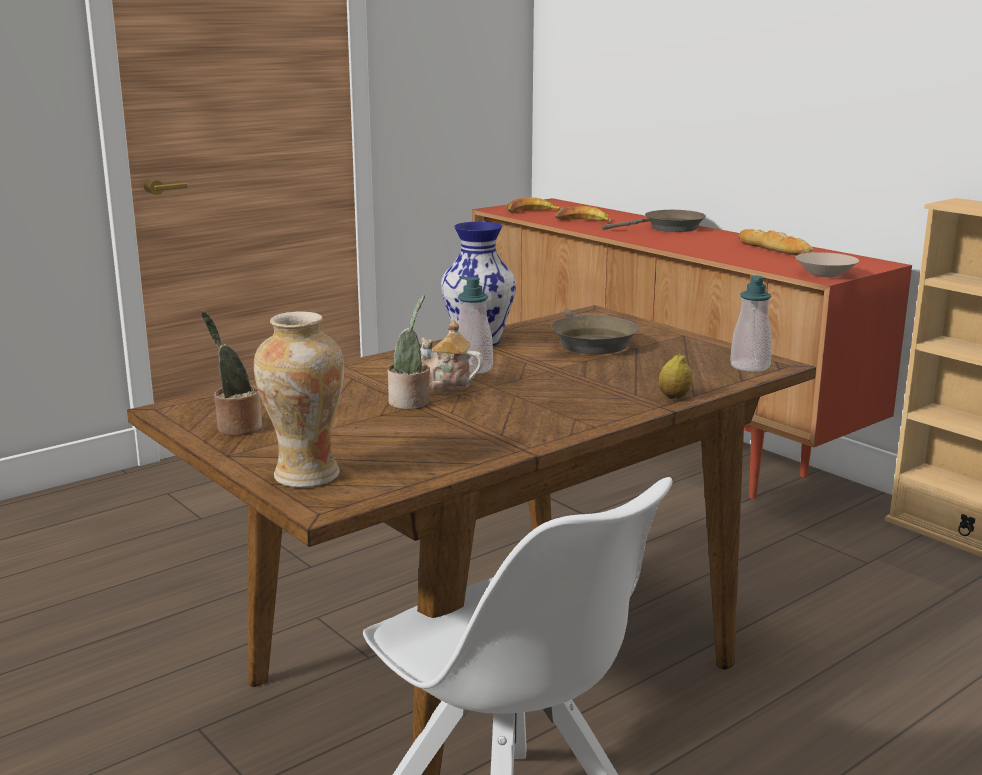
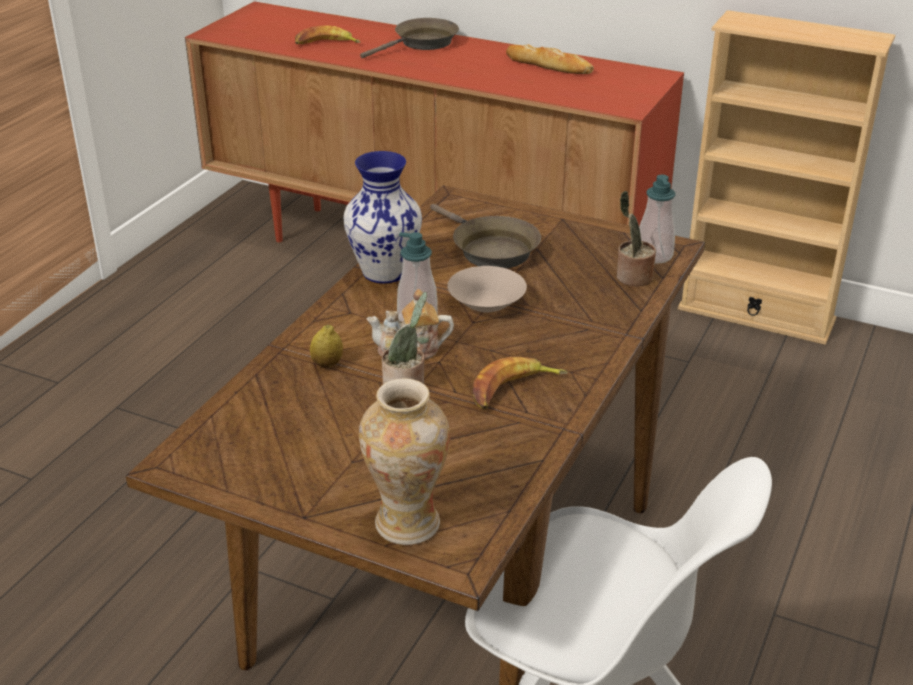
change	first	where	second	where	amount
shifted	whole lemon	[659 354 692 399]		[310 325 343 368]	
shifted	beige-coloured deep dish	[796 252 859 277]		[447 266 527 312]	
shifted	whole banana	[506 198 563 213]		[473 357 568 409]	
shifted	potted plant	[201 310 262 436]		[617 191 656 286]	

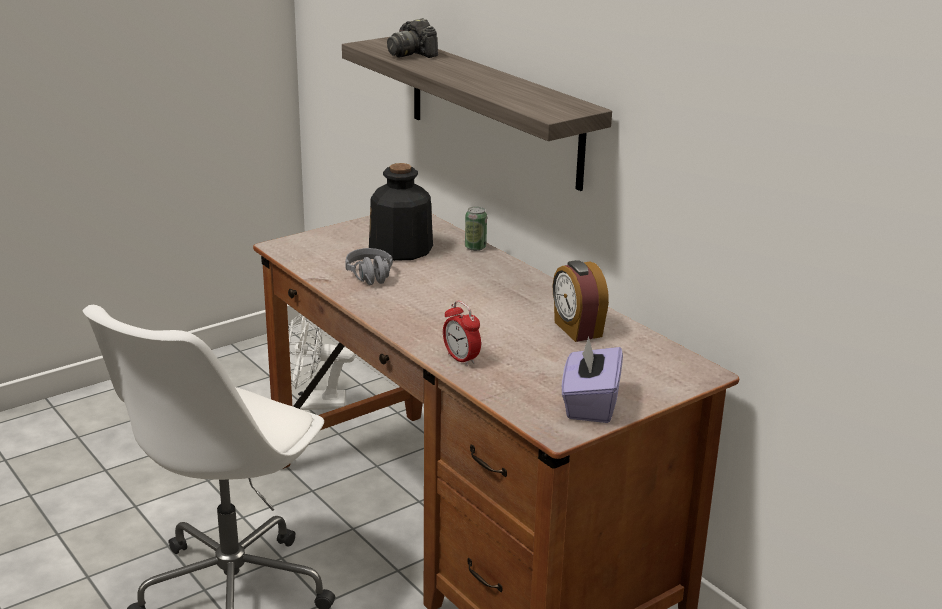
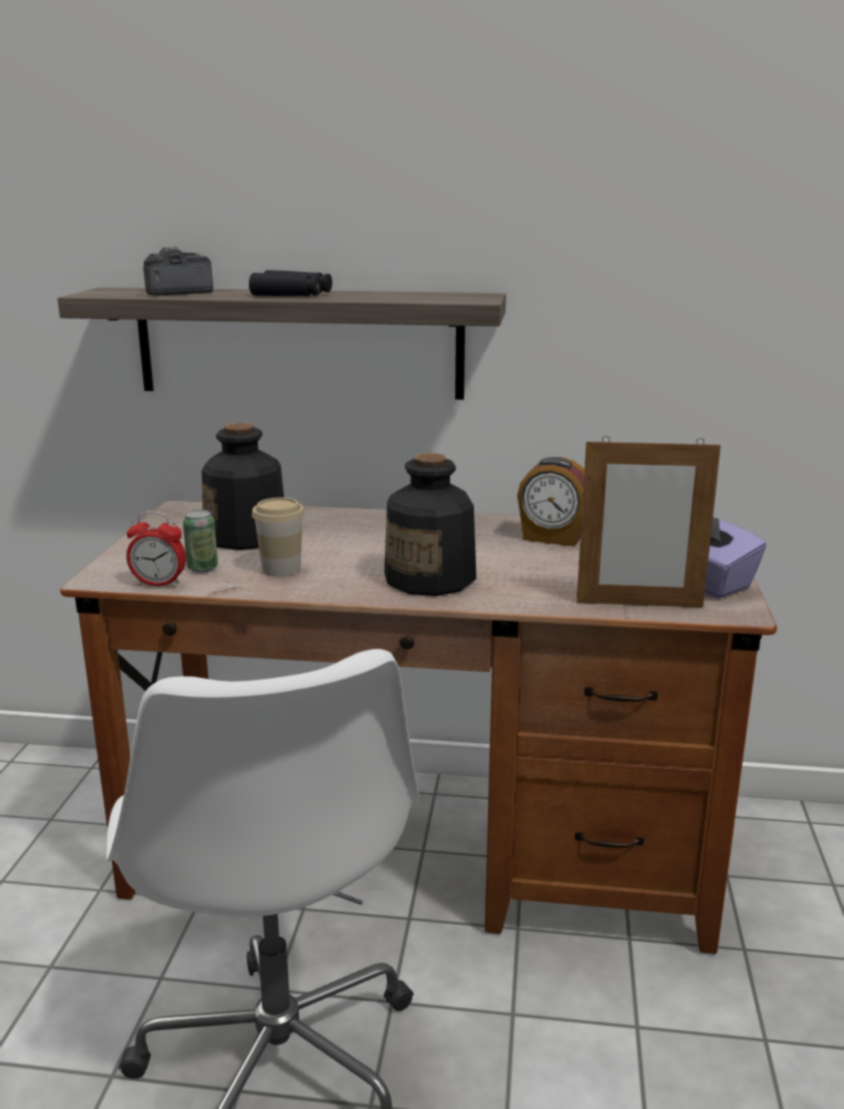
change	first	where	second	where	amount
shifted	table clock	[443 301 481 366]		[126 511 186 587]	
rotated	photo camera	[387 18 438 58]		[143 246 213 295]	135 degrees clockwise
shifted	metal can	[465 207 487 251]		[183 510 218 573]	
new			black-coloured pair of binoculars	[249 270 332 296]	
swapped	grey headset	[345 248 393 285]	cup	[252 498 305 577]	
new			drink bottle	[384 453 476 596]	
new			picture frame	[577 436 721 608]	
gone	whitish cooling fan	[288 314 355 410]			

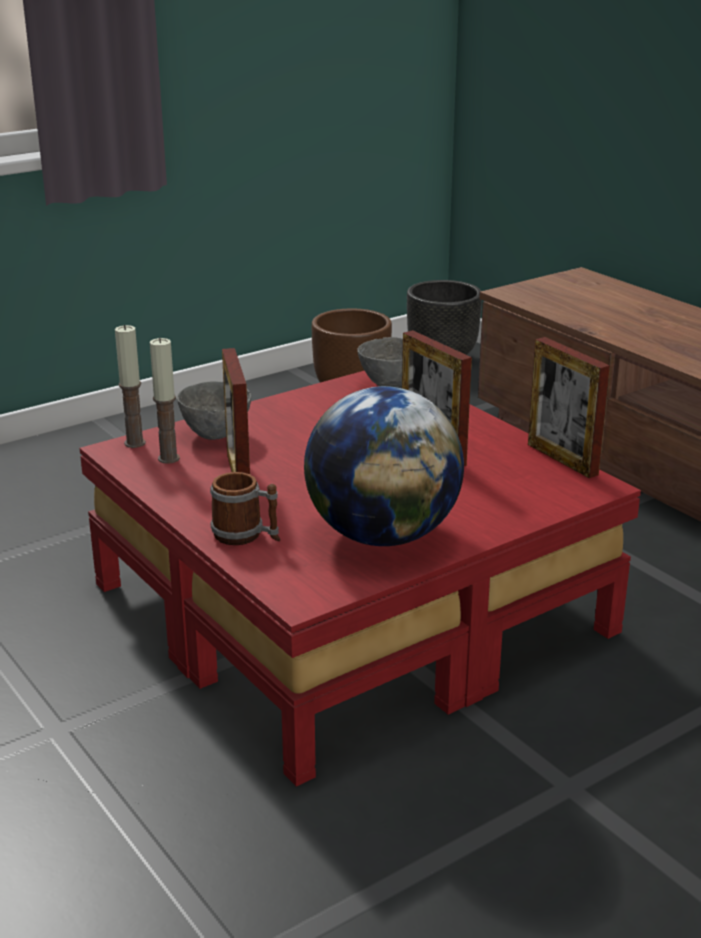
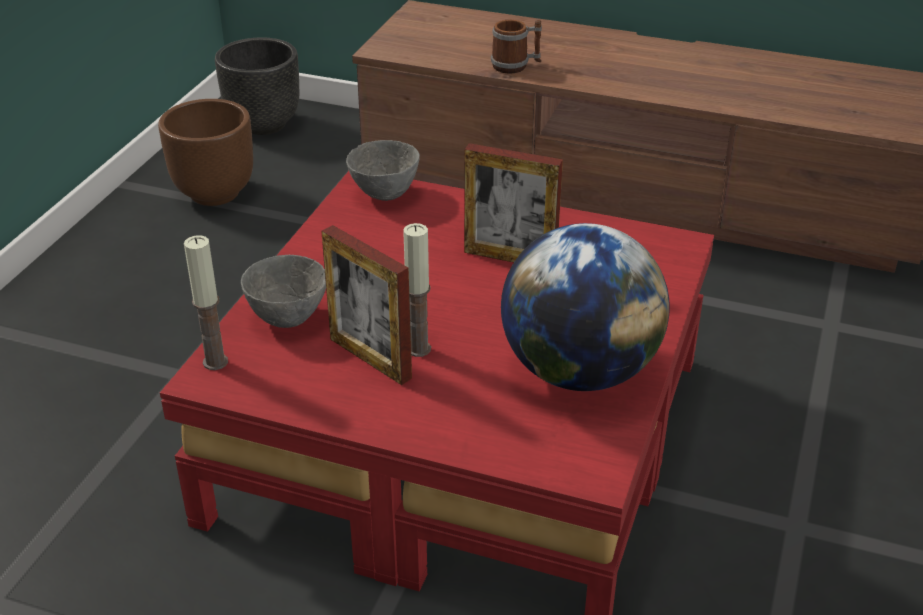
change	first	where	second	where	amount
shifted	candle	[150 337 180 464]		[403 223 431 357]	
shifted	mug	[210 472 280 545]		[491 20 542 74]	
gone	picture frame	[528 337 610 478]			

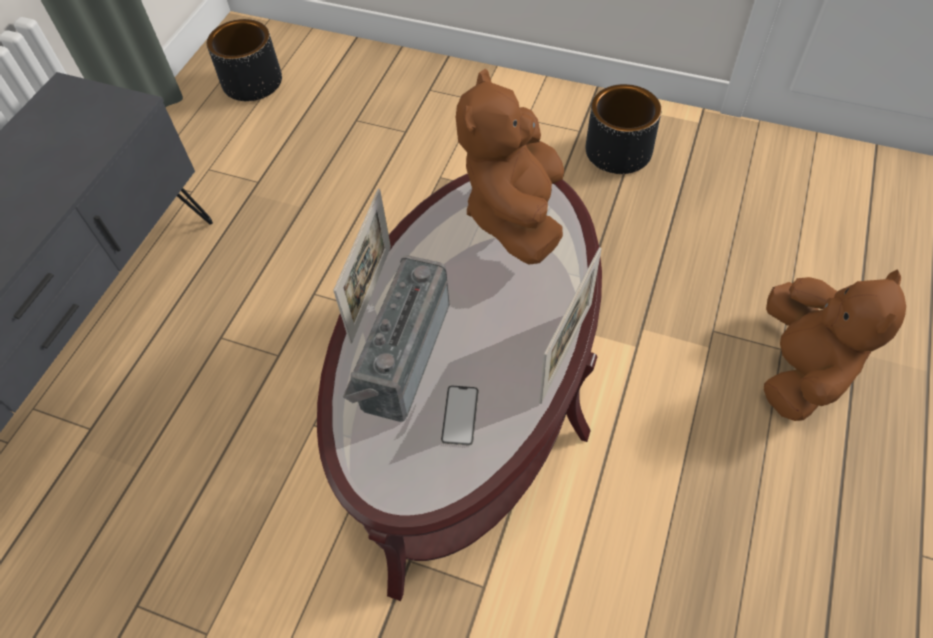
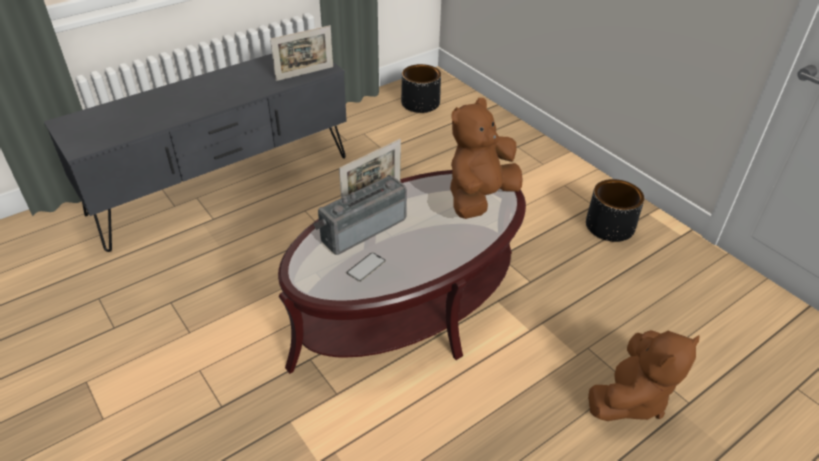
change	first	where	second	where	amount
shifted	picture frame	[539 247 602 404]		[270 25 333 81]	

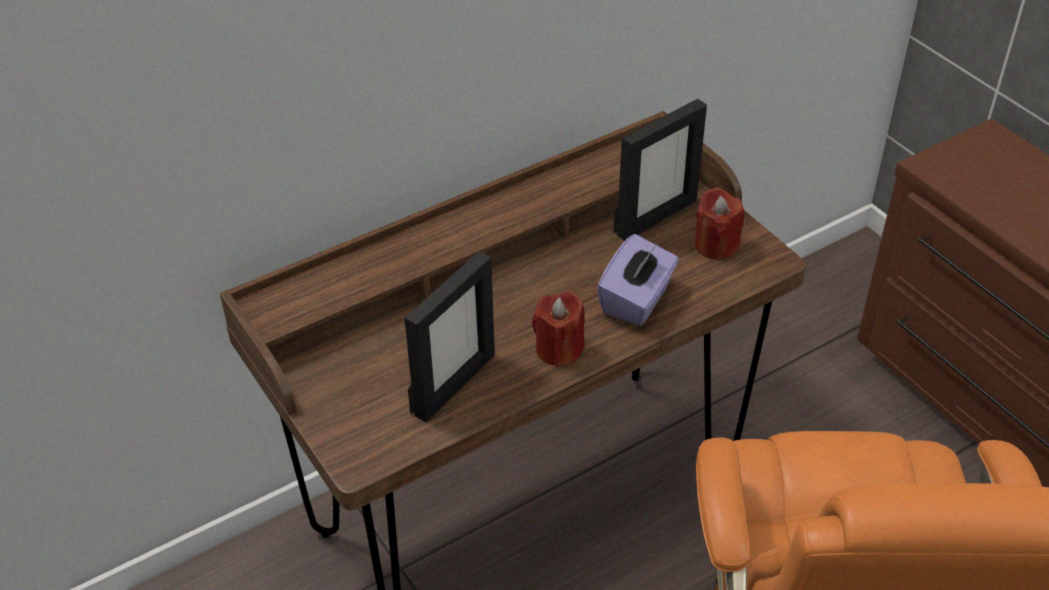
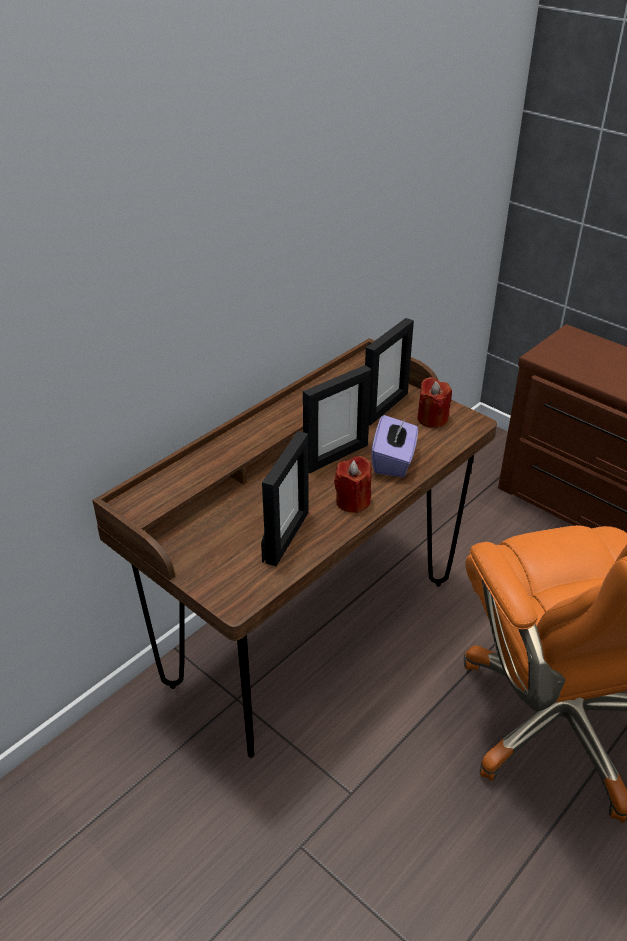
change	first	where	second	where	amount
new			picture frame	[303 365 372 474]	

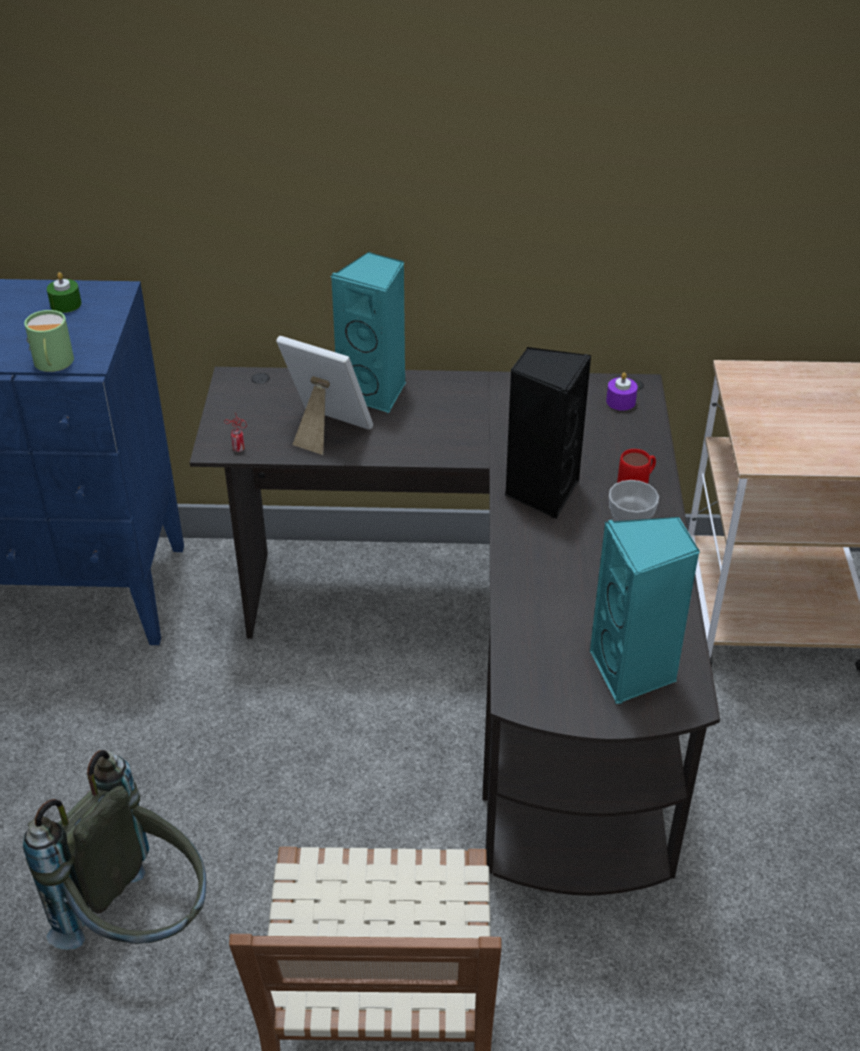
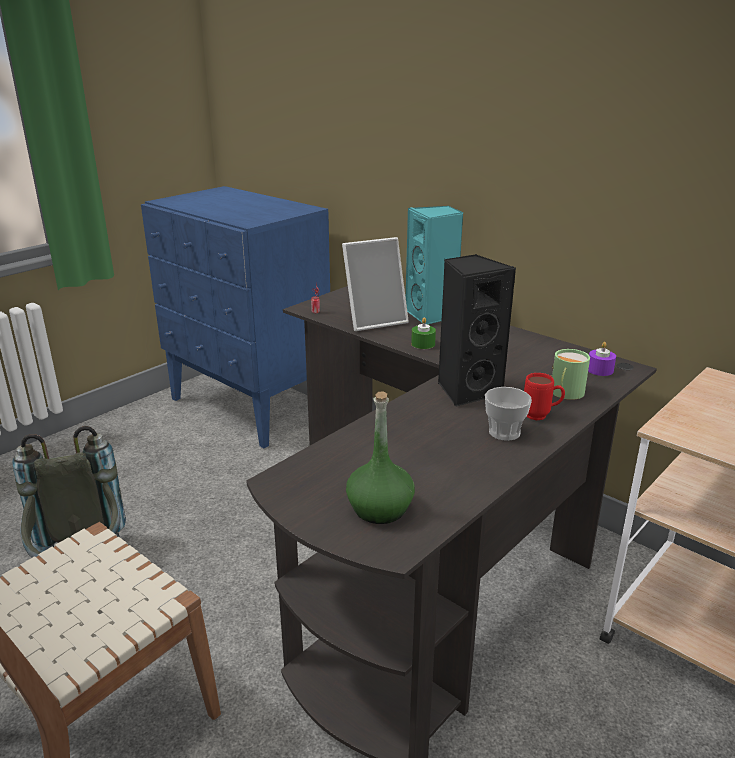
change	first	where	second	where	amount
rotated	picture frame	[276 336 373 455]		[342 237 409 331]	90 degrees clockwise
swapped	turquoise loudspeaker	[590 517 700 704]	green-coloured drink bottle	[346 391 415 524]	
shifted	green-coloured candle	[47 272 82 313]		[411 317 436 349]	
shifted	green-coloured mug	[24 310 74 372]		[551 349 590 400]	

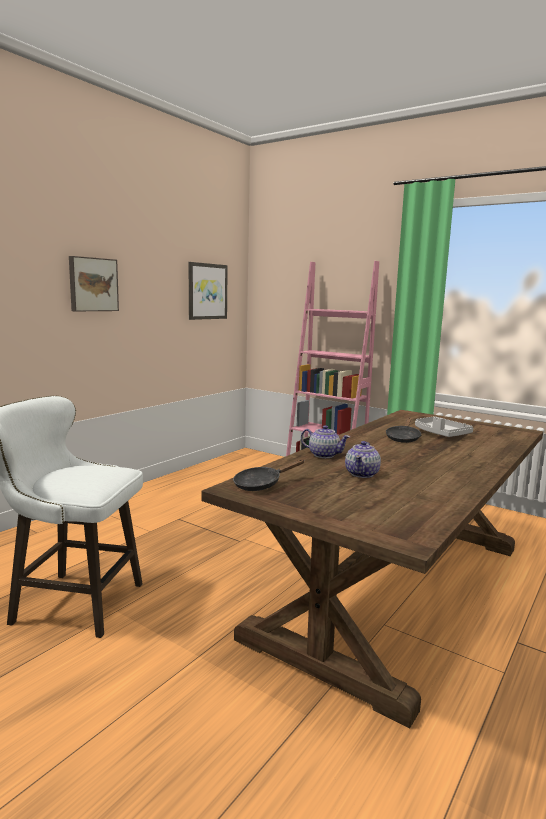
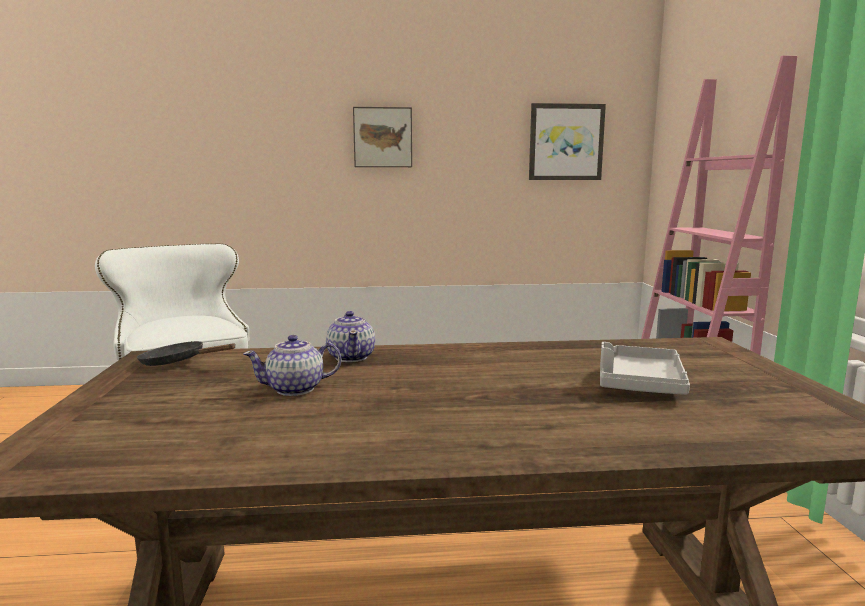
change	first	where	second	where	amount
gone	black-coloured skillet	[386 418 422 443]			

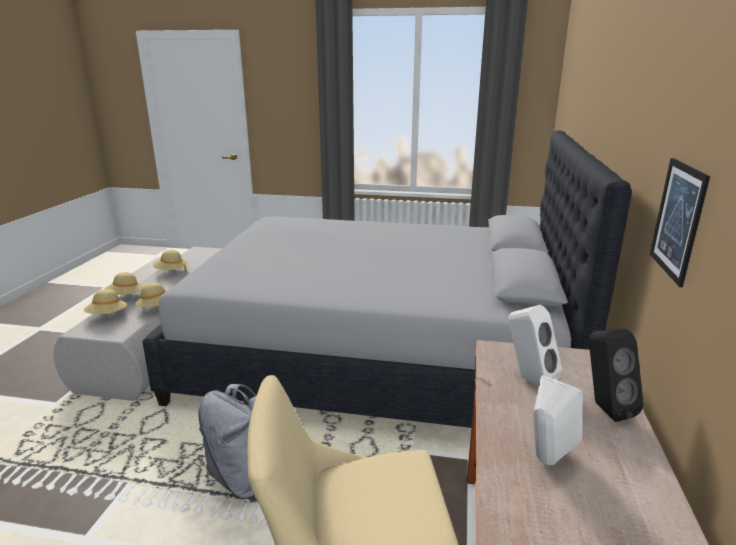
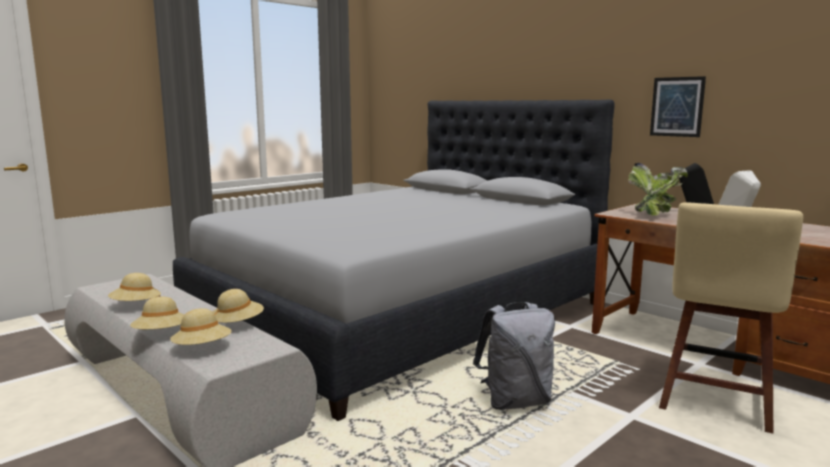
change	first	where	second	where	amount
swapped	whitish loudspeaker	[508 305 562 386]	potted plant	[628 163 688 216]	

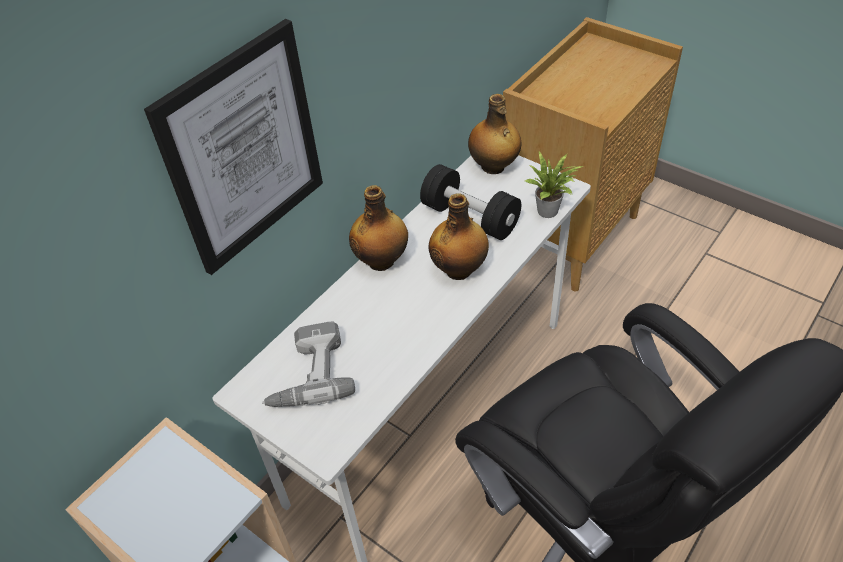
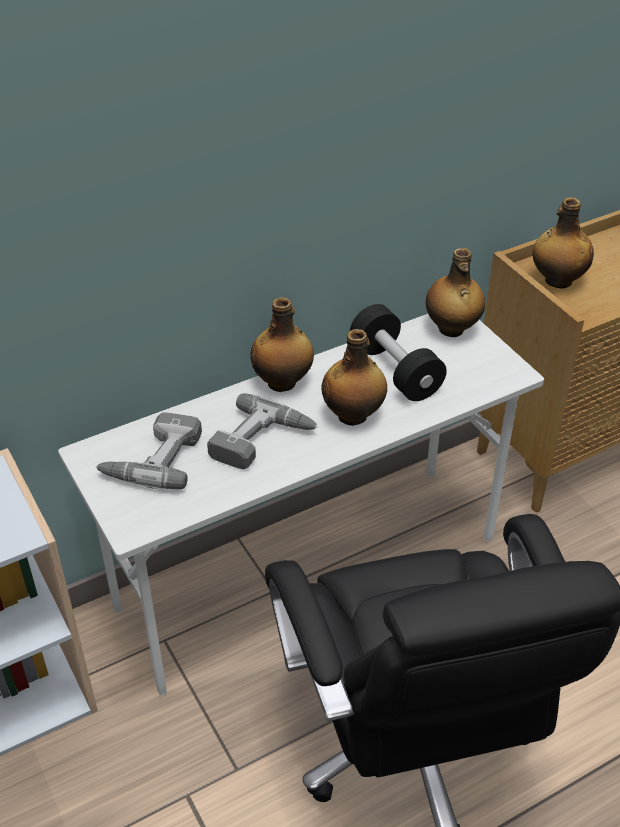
change	first	where	second	where	amount
new			drill	[207 393 318 469]	
new			drink bottle	[533 197 594 288]	
gone	picture	[144 19 323 275]			
gone	potted plant	[525 152 583 218]			

